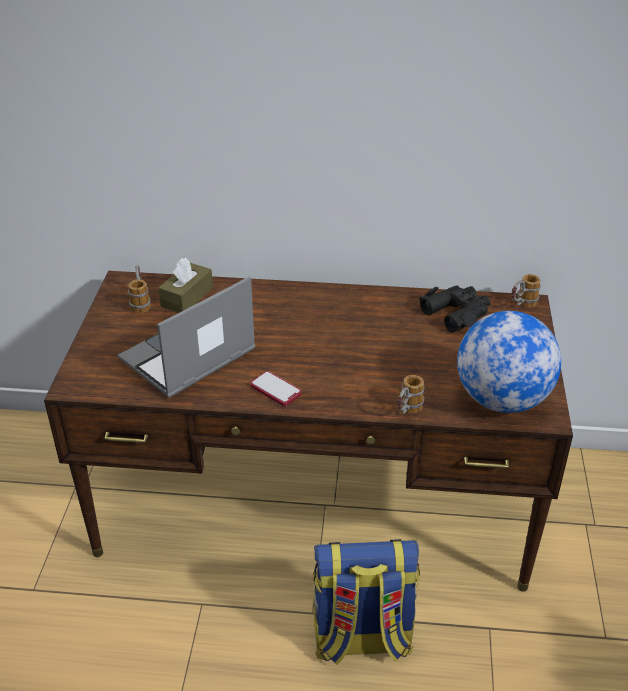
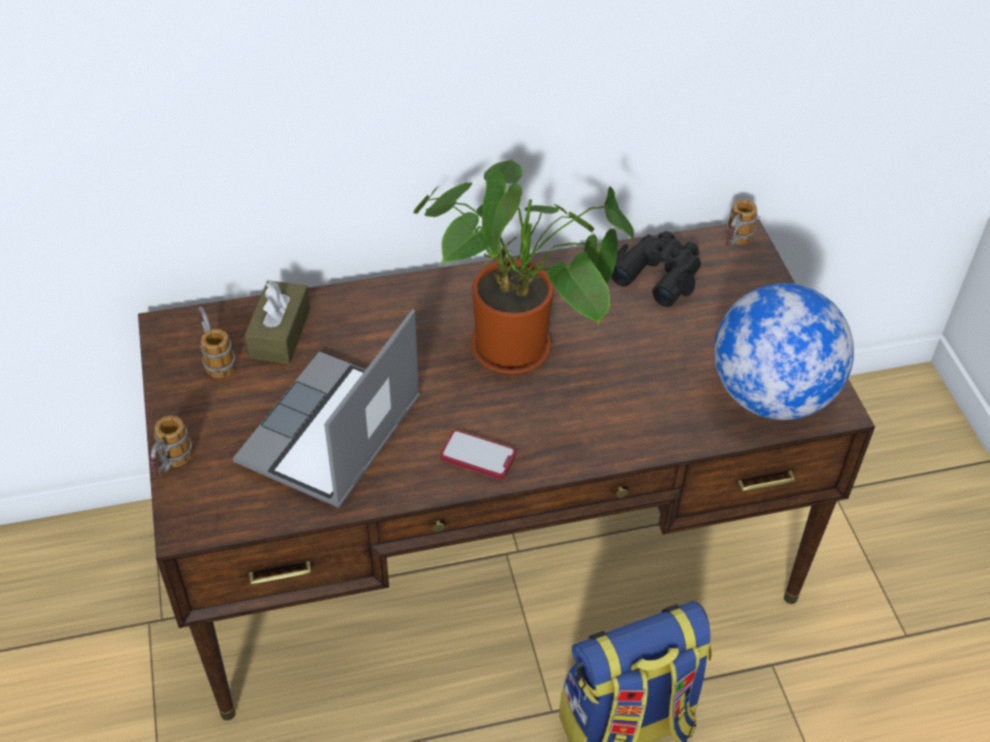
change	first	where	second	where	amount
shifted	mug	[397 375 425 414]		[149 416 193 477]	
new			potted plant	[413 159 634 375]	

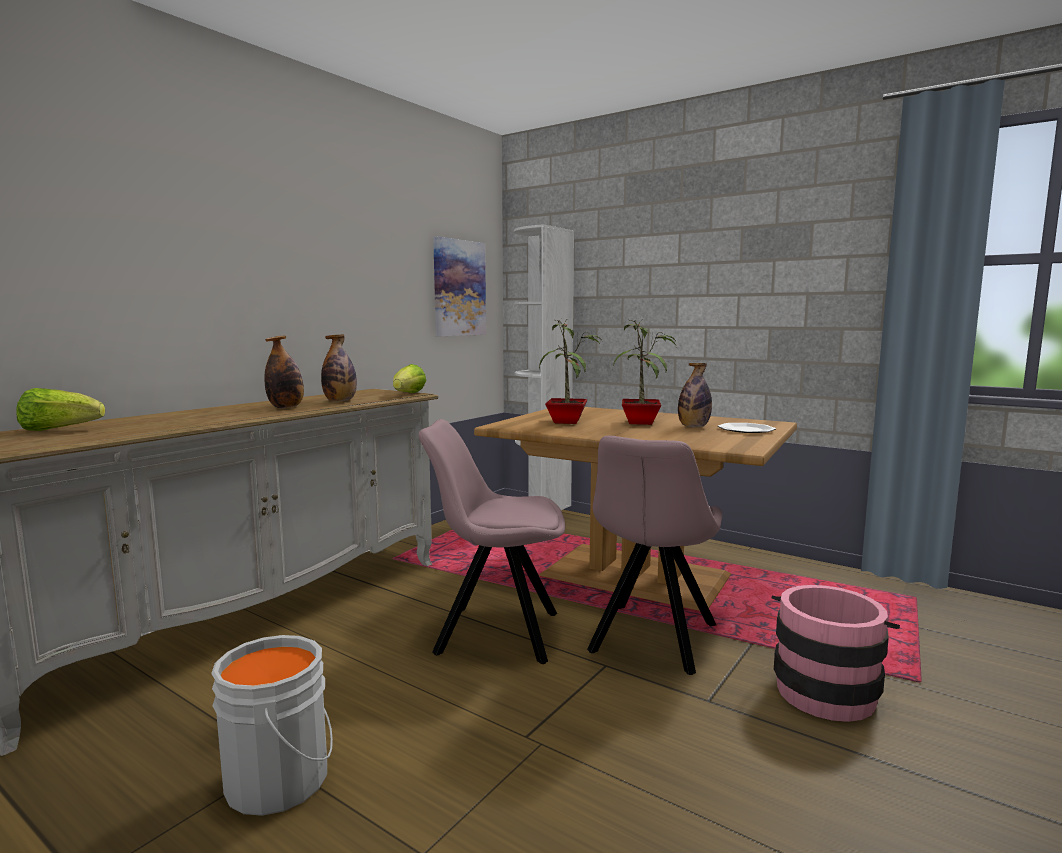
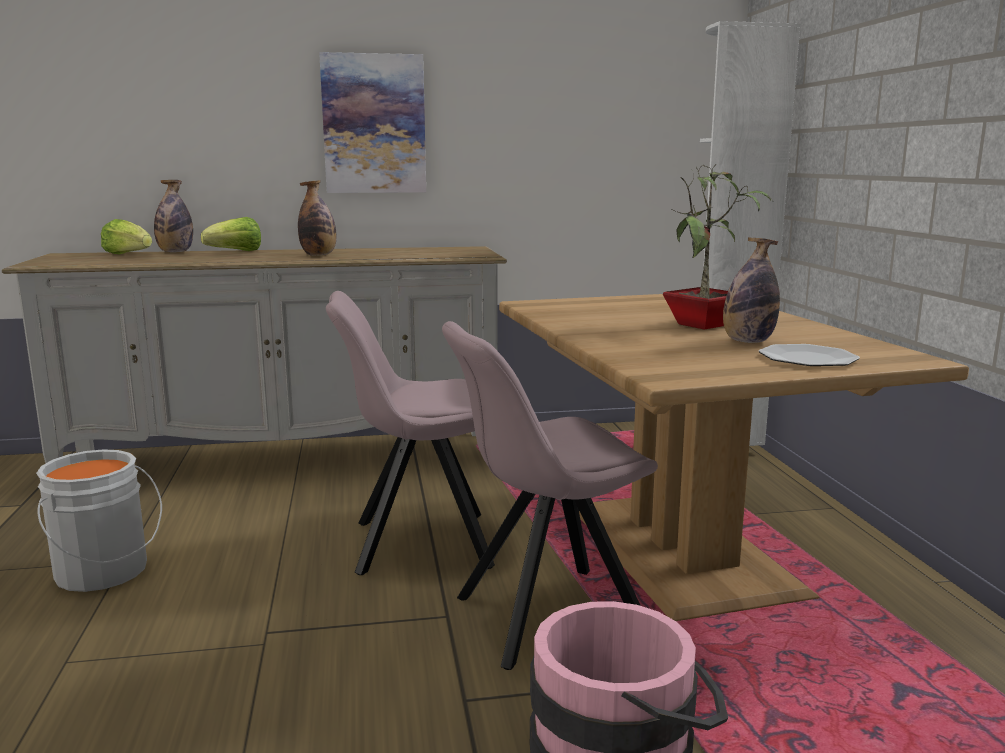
change	first	where	second	where	amount
shifted	drink bottle	[321 334 357 401]		[154 180 193 252]	
shifted	lettuce head	[393 364 426 393]		[201 217 261 251]	
shifted	picture	[433 236 486 336]		[319 52 426 193]	
rotated	pink upright chair	[418 419 565 664]		[326 291 495 575]	60 degrees counterclockwise
gone	potted plant	[539 319 603 424]			

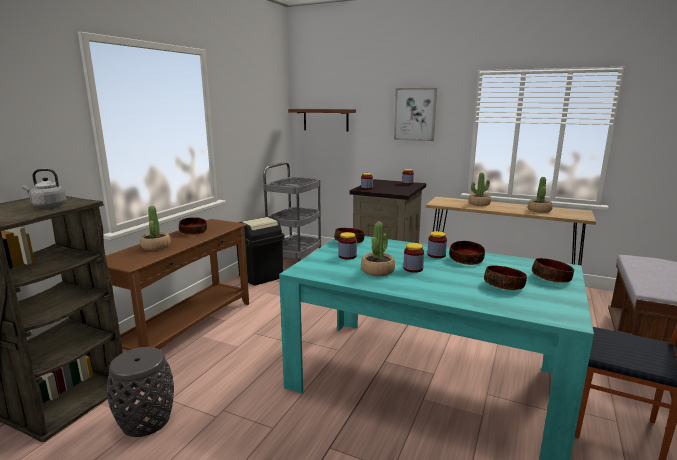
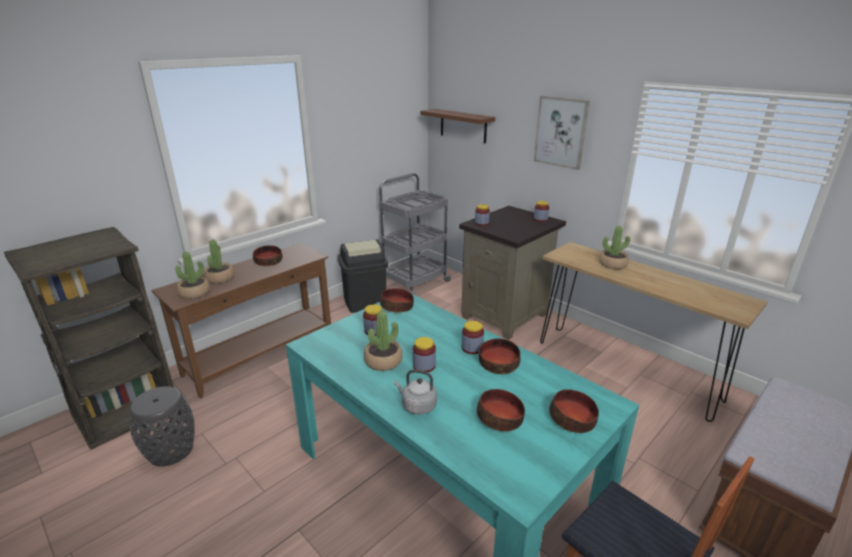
change	first	where	second	where	amount
shifted	potted plant	[528 177 553 213]		[175 252 210 299]	
shifted	grey water kettle	[22 169 66 208]		[394 369 437 415]	

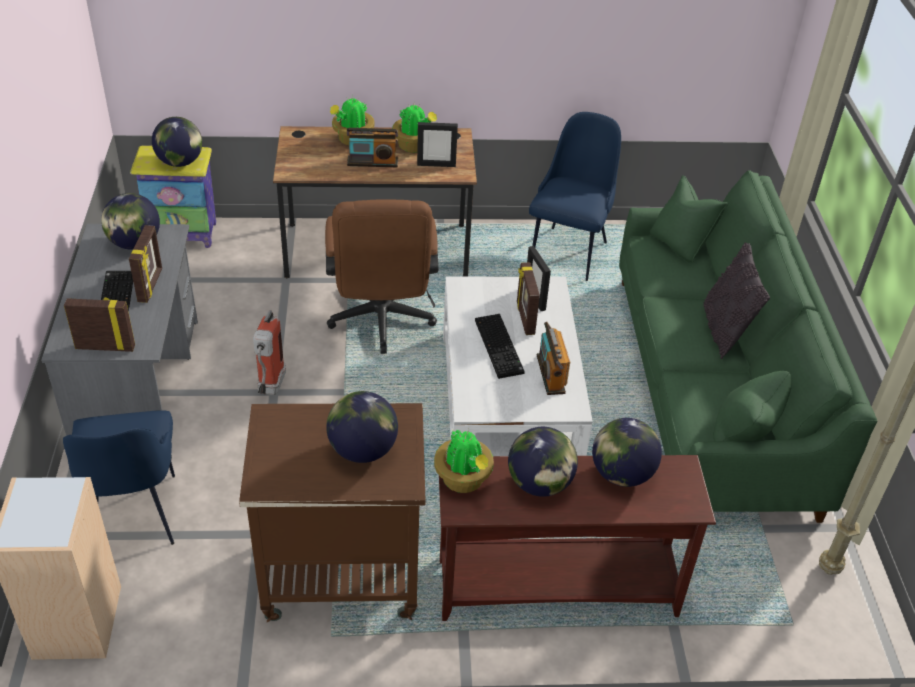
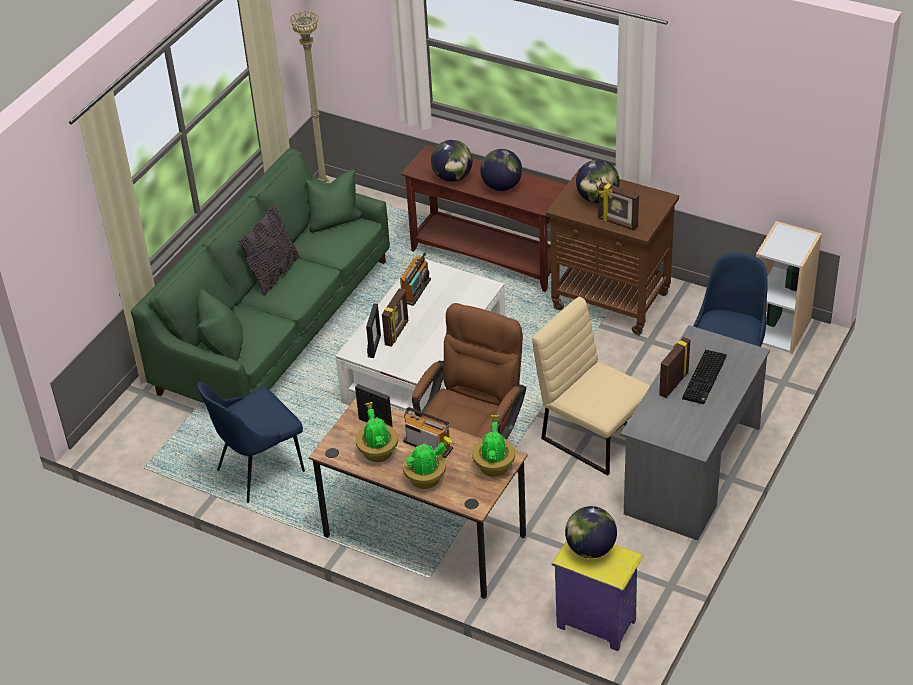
change	first	where	second	where	amount
shifted	potted plant	[434 429 494 493]		[472 415 515 477]	
swapped	extinguisher	[253 310 286 395]	beige-coloured upright chair	[532 297 650 475]	
shifted	picture frame	[64 297 135 352]		[598 182 639 231]	
gone	desk globe	[101 193 160 250]			
gone	keyboard	[475 314 525 379]			

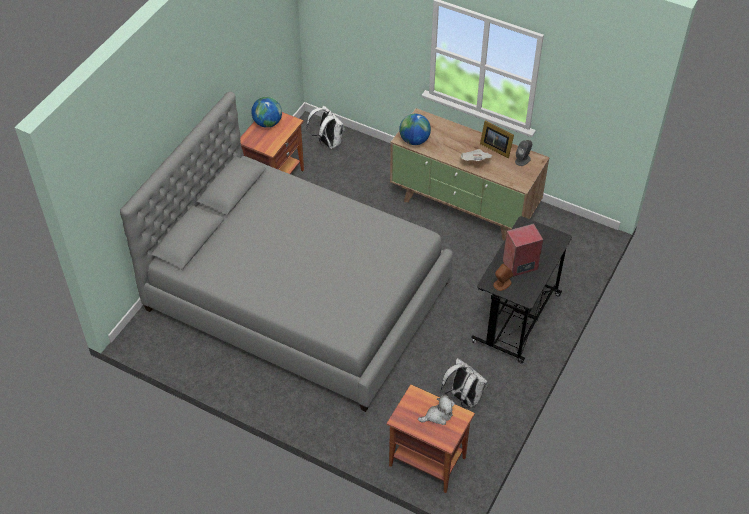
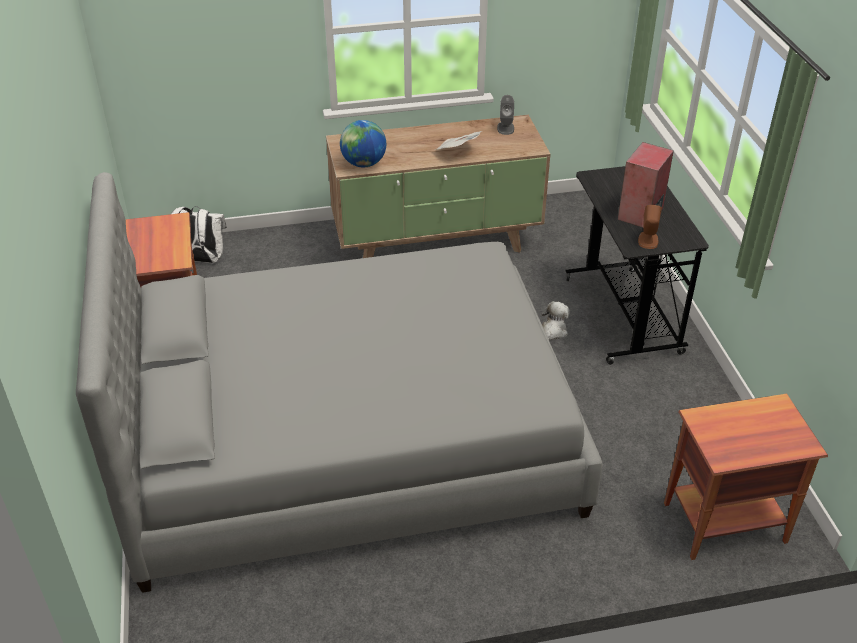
change	first	where	second	where	amount
shifted	cuddly toy	[418 395 455 425]		[541 301 570 341]	
gone	desk globe	[251 97 282 128]			
gone	whitish knapsack	[441 358 488 408]			
gone	picture frame	[480 121 514 158]			

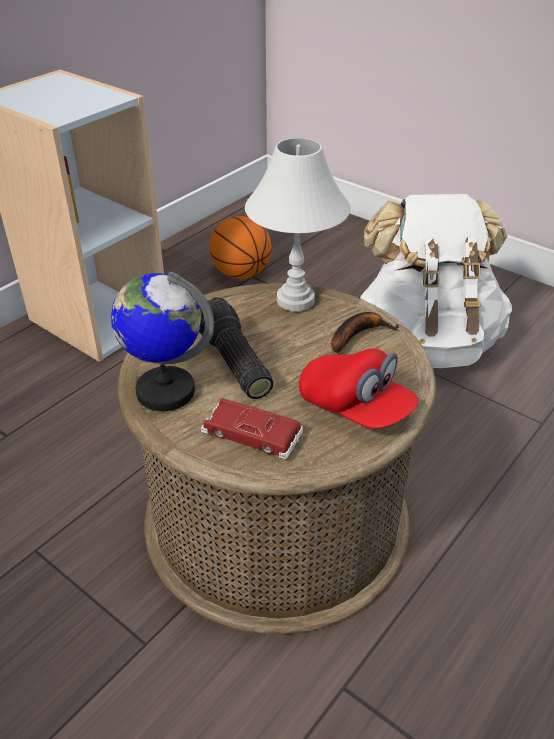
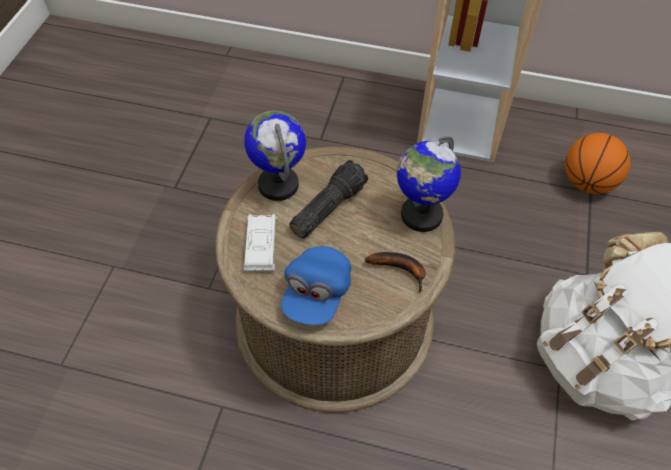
change	first	where	second	where	amount
repainted	red-coloured model car	[201 399 303 459]	whitish model car	[243 214 278 272]	
repainted	red-coloured baseball cap	[299 348 419 429]	blue-coloured baseball cap	[281 246 351 325]	
swapped	whitish tabletop lamp	[245 138 350 311]	desk globe	[397 136 461 232]	

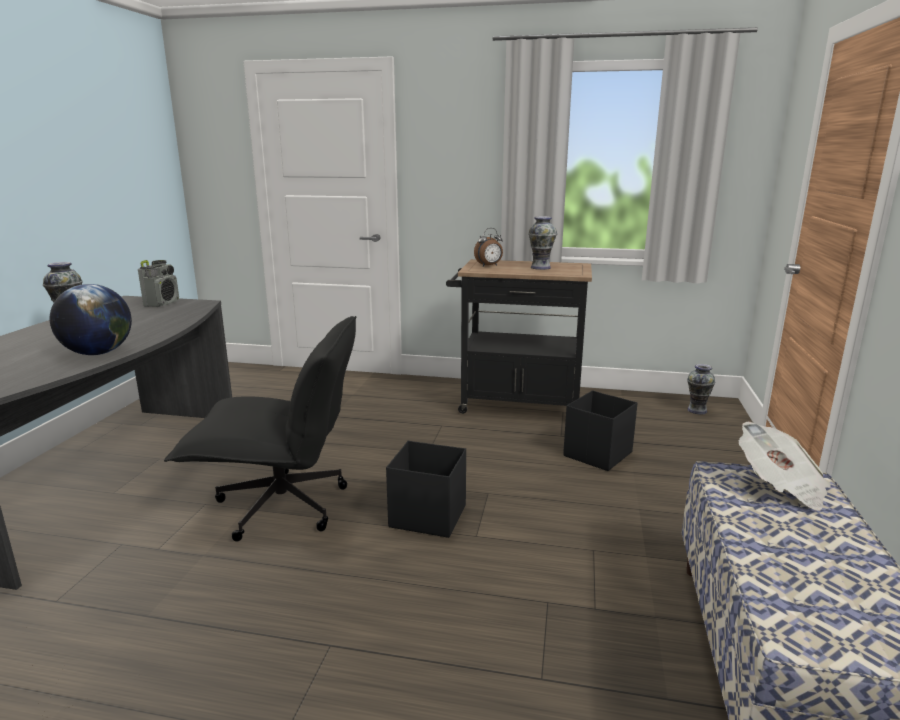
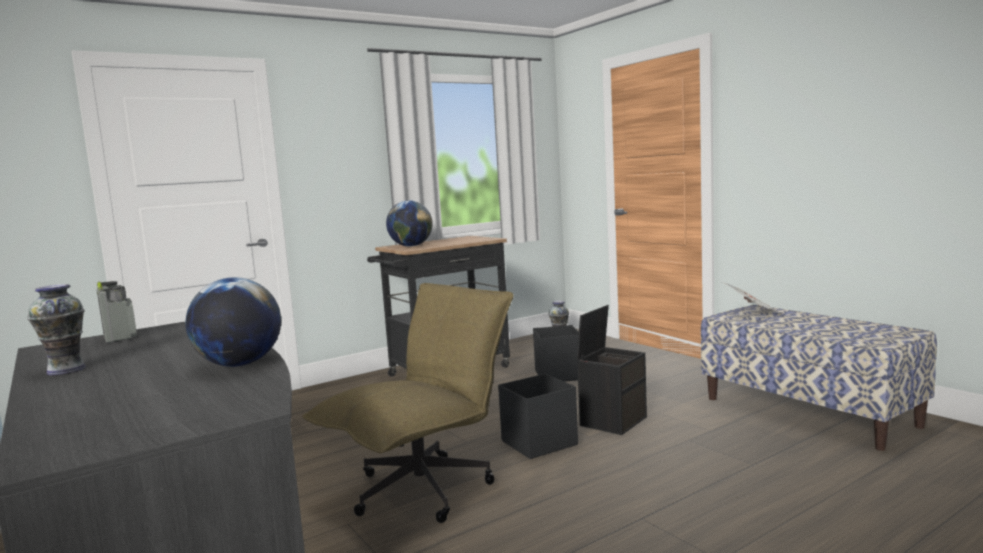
change	first	where	second	where	amount
repainted	black-coloured desk chair	[164 316 356 542]	beige-coloured desk chair	[302 283 514 523]	
swapped	table clock	[474 228 503 266]	desk globe	[386 200 433 247]	
new			black-coloured storage container	[577 305 647 435]	
gone	decorative vase	[528 216 557 270]			

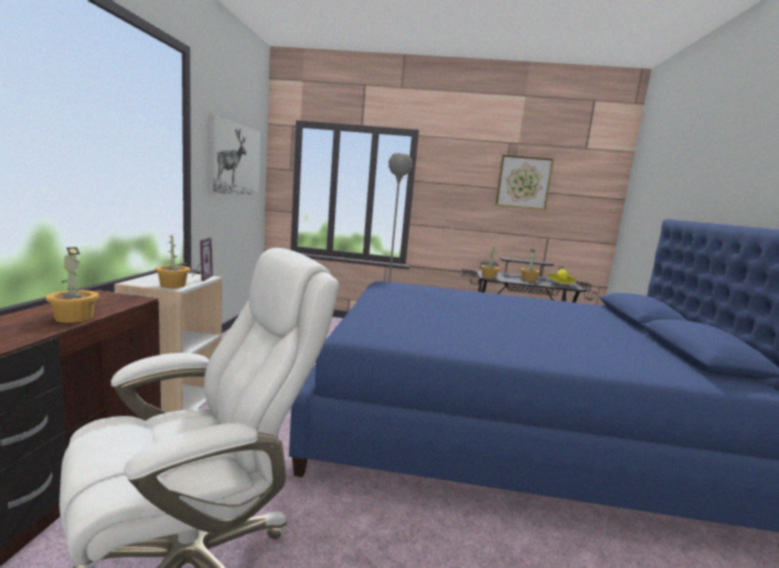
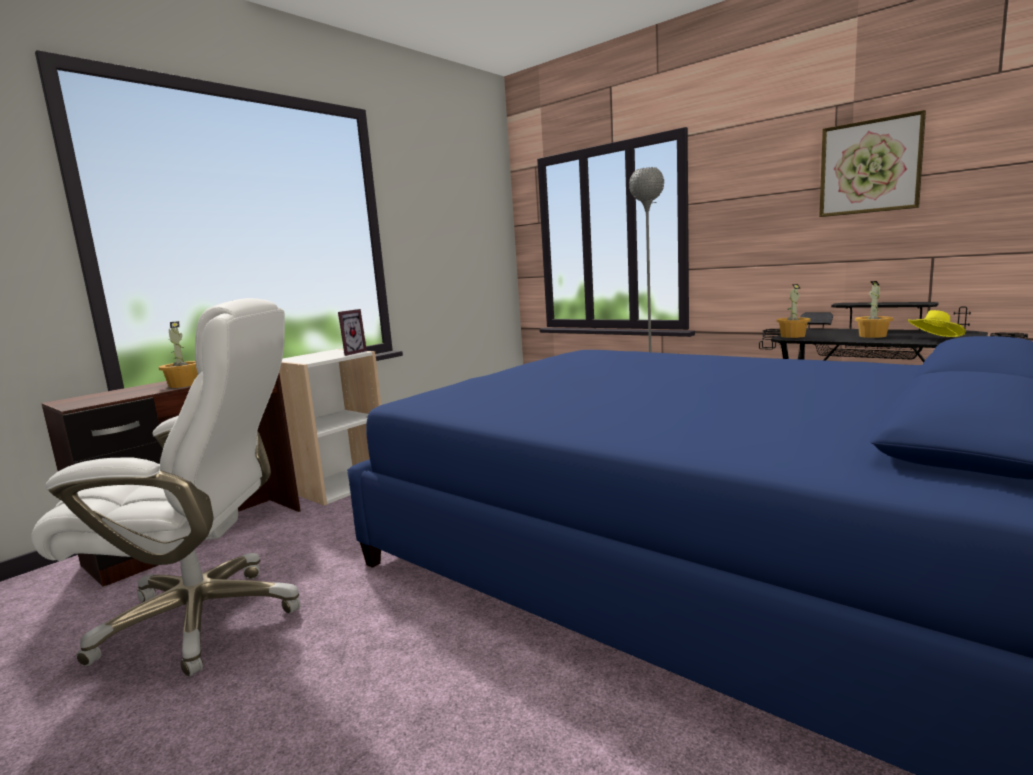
change	first	where	second	where	amount
gone	potted plant	[155 233 190 288]			
gone	picture	[209 114 260 195]			

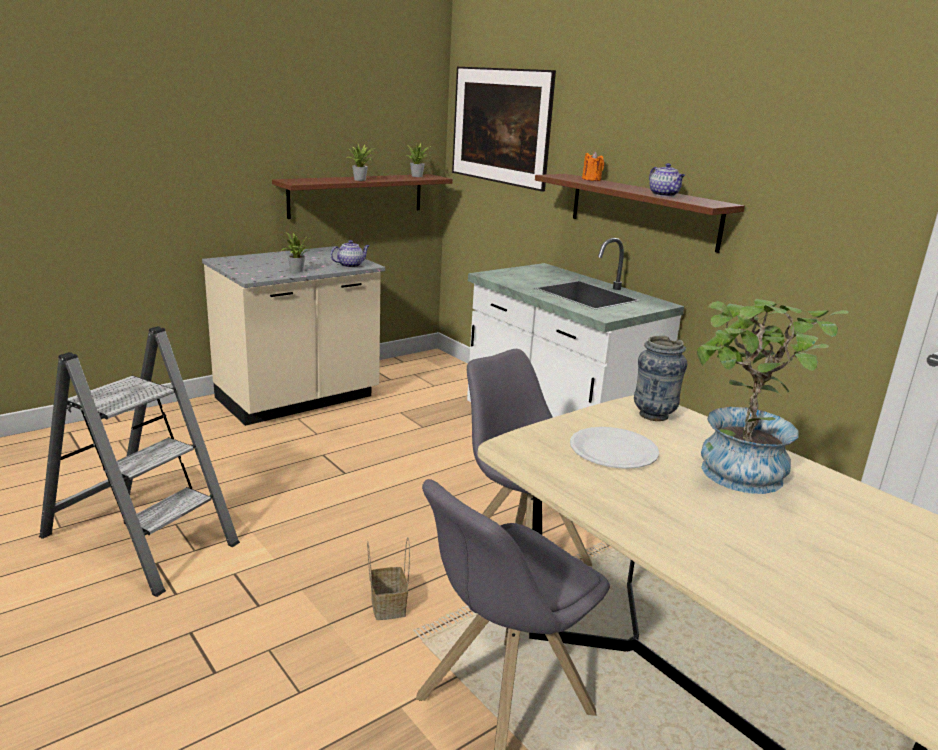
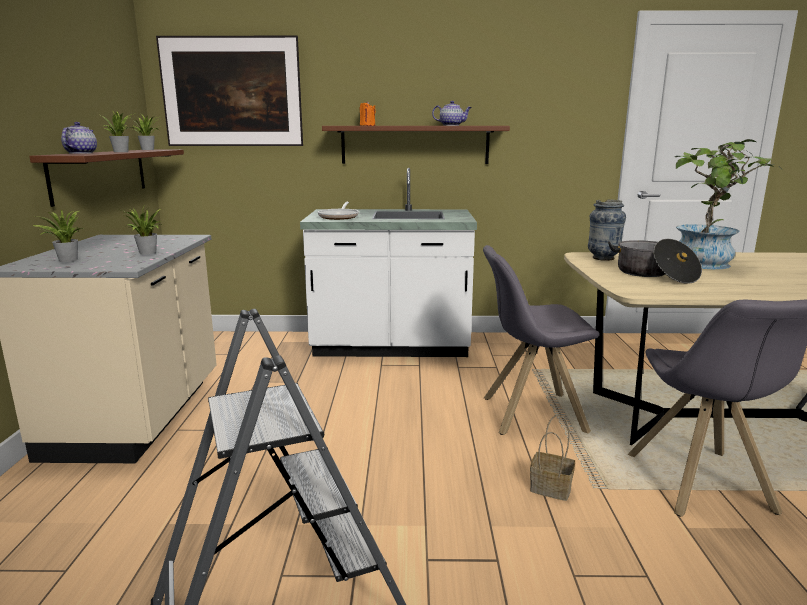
change	first	where	second	where	amount
new			potted plant	[32 209 82 262]	
shifted	teapot	[330 240 370 268]		[61 122 97 154]	
new			skillet	[318 202 359 220]	
swapped	whitish dinner plate	[570 427 659 469]	cooking pot	[608 239 702 284]	

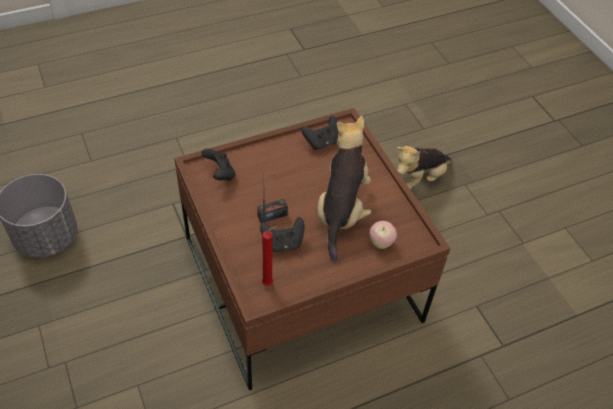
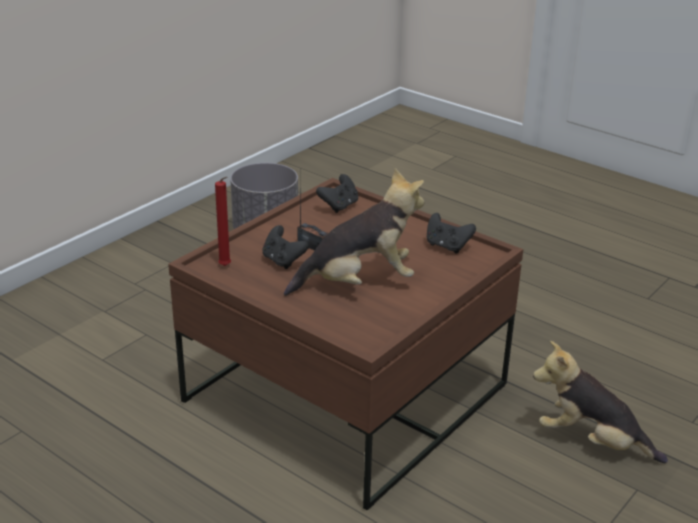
change	first	where	second	where	amount
gone	whole apple	[370 221 397 249]			

